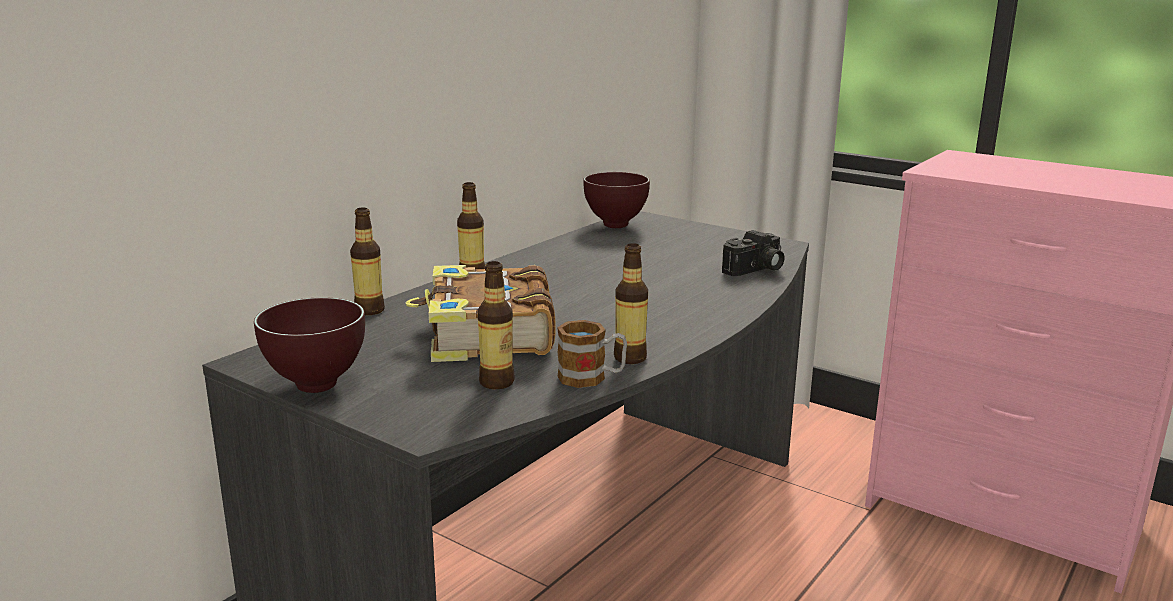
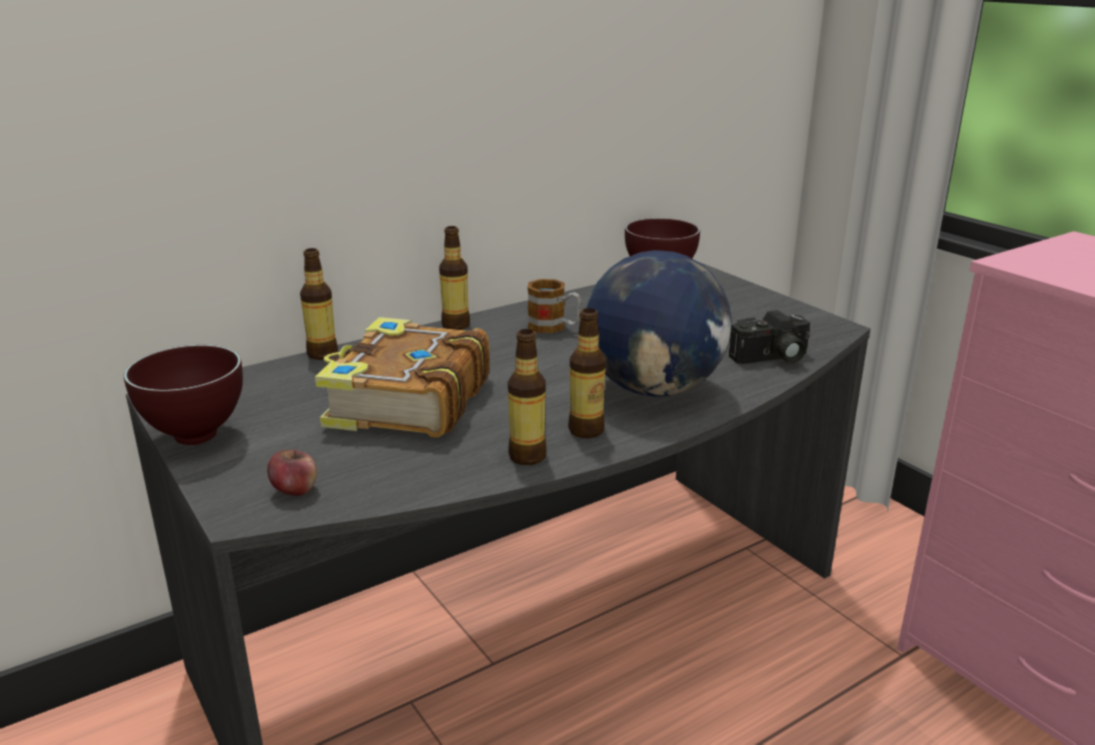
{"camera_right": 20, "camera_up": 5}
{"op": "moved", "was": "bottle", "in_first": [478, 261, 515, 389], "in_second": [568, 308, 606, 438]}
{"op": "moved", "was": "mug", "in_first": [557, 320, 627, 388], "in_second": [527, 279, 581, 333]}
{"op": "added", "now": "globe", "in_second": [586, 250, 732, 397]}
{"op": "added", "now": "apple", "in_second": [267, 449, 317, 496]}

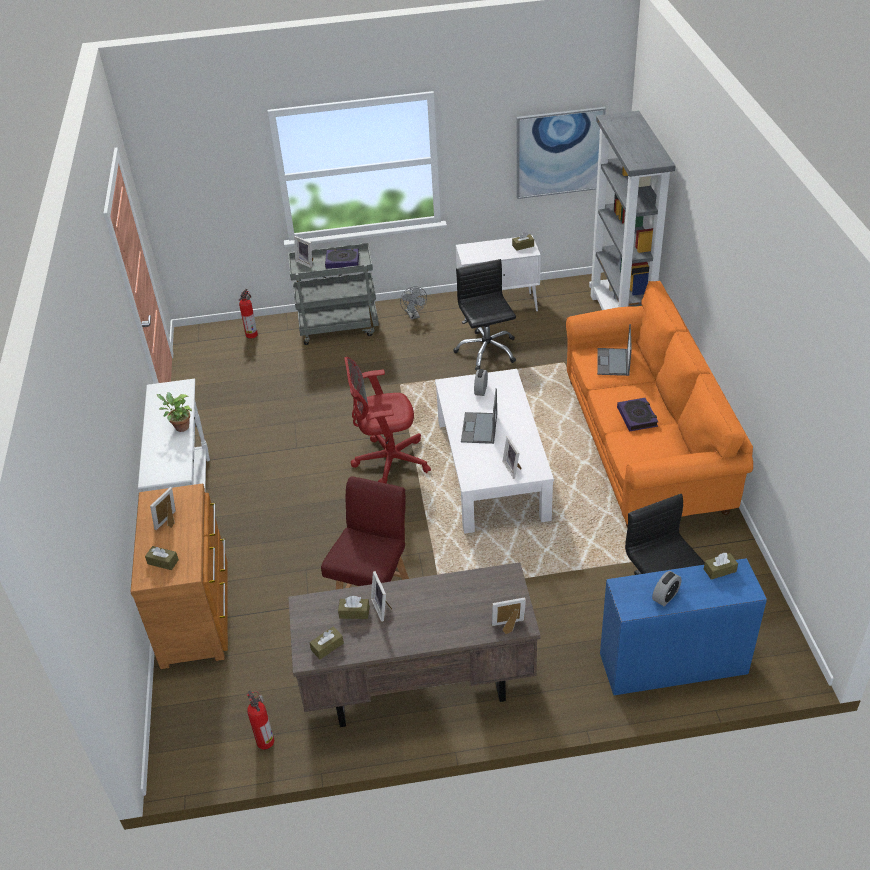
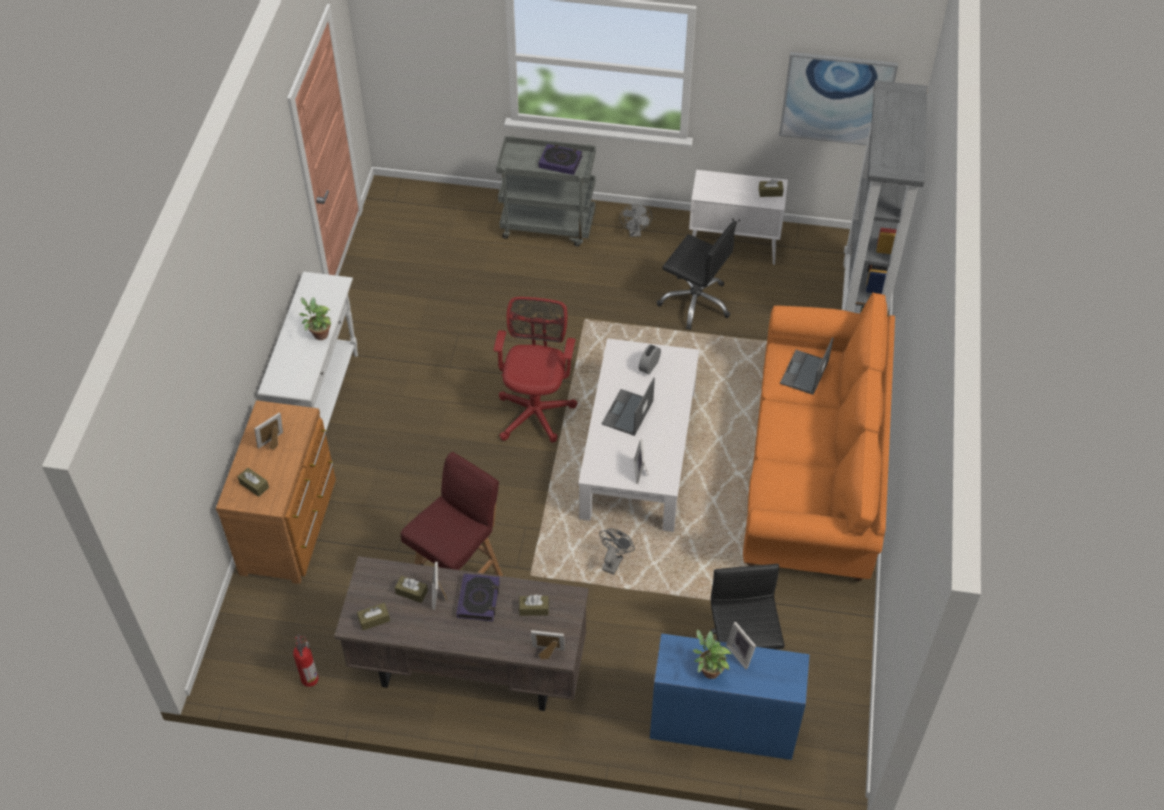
{"camera_right": 15, "camera_up": 10}
{"op": "moved", "was": "picture frame", "in_first": [294, 236, 313, 268], "in_second": [726, 621, 756, 669]}
{"op": "turned", "was": "black office chair", "in_first": [454, 259, 516, 370], "in_second": [657, 221, 737, 330], "clockwise": 120}
{"op": "removed", "was": "fire extinguisher", "in_first": [239, 289, 258, 339]}
{"op": "turned", "was": "red office chair", "in_first": [345, 357, 431, 484], "in_second": [494, 297, 577, 443], "clockwise": 90}
{"op": "moved", "was": "book", "in_first": [617, 398, 658, 432], "in_second": [456, 574, 500, 621]}
{"op": "moved", "was": "brown tissue box", "in_first": [704, 553, 738, 580], "in_second": [519, 594, 549, 616]}
{"op": "replaced", "was": "alarm clock", "now": "potted plant", "in_first": [652, 571, 682, 606], "in_second": [693, 630, 732, 679]}
{"op": "added", "now": "grey fan", "in_second": [599, 529, 635, 575]}

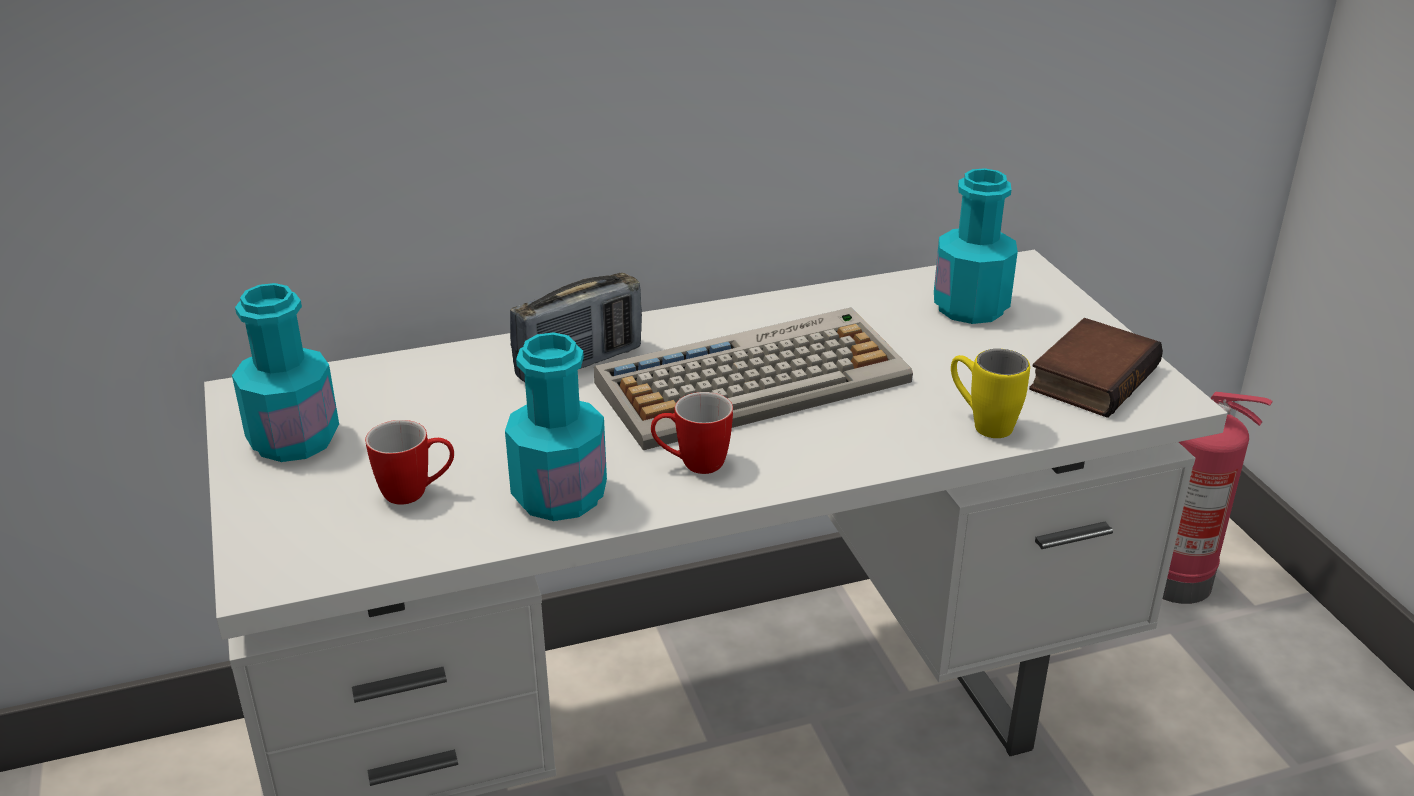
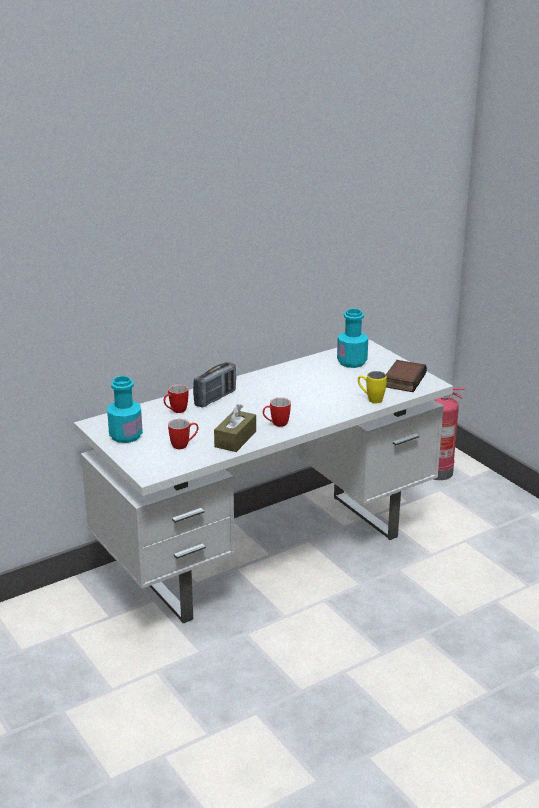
{"camera_right": -15, "camera_up": -5}
{"op": "removed", "was": "keyboard", "in_first": [594, 307, 913, 450]}
{"op": "replaced", "was": "turquoise bottle", "now": "brown tissue box", "in_first": [505, 332, 607, 521], "in_second": [214, 404, 256, 452]}
{"op": "added", "now": "mug", "in_second": [164, 384, 189, 413]}

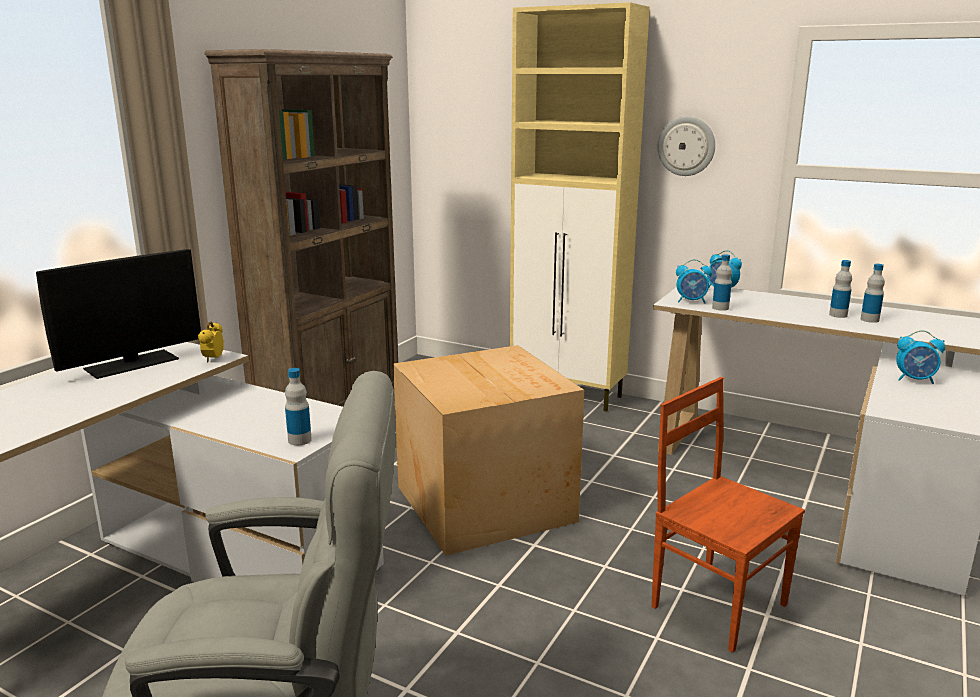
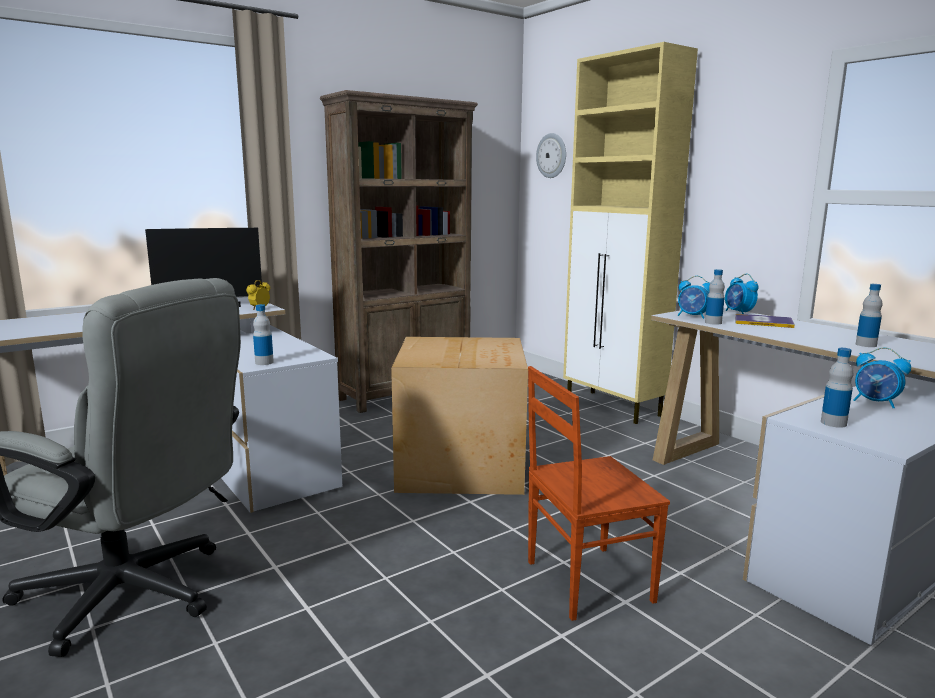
{"camera_right": 25, "camera_up": -5}
{"op": "moved", "was": "wall clock", "in_first": [657, 116, 715, 176], "in_second": [536, 133, 566, 178]}
{"op": "moved", "was": "bottle", "in_first": [829, 260, 852, 318], "in_second": [821, 348, 854, 428]}
{"op": "turned", "was": "brown chair", "in_first": [651, 377, 805, 653], "in_second": [528, 366, 670, 621], "clockwise": -90}
{"op": "added", "now": "book", "in_second": [735, 314, 795, 328]}

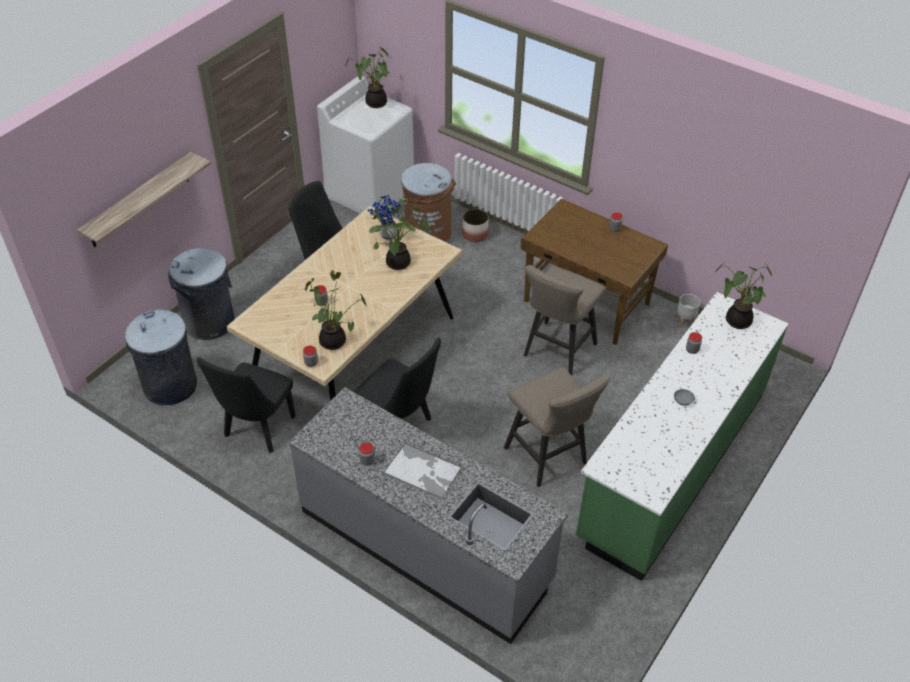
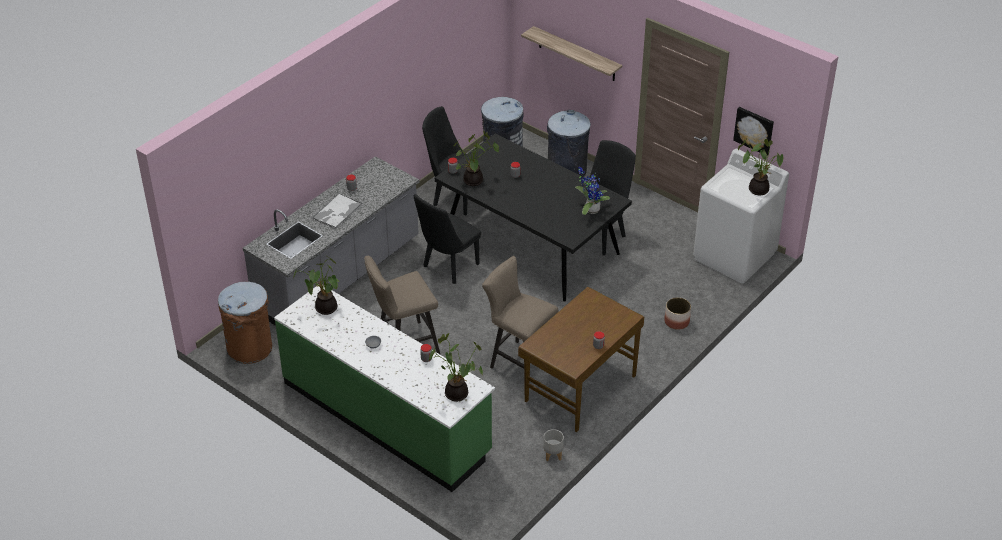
{"camera_right": 95, "camera_up": -5}
{"op": "moved", "was": "brown trash can", "in_first": [401, 163, 456, 242], "in_second": [218, 282, 272, 364]}
{"op": "moved", "was": "potted plant", "in_first": [373, 202, 430, 270], "in_second": [293, 256, 340, 315]}
{"op": "recoloured", "was": "beige dining table", "now": "black dining table", "in_first": [227, 206, 462, 401], "in_second": [435, 134, 632, 302]}
{"op": "added", "now": "picture", "in_second": [733, 107, 774, 155]}

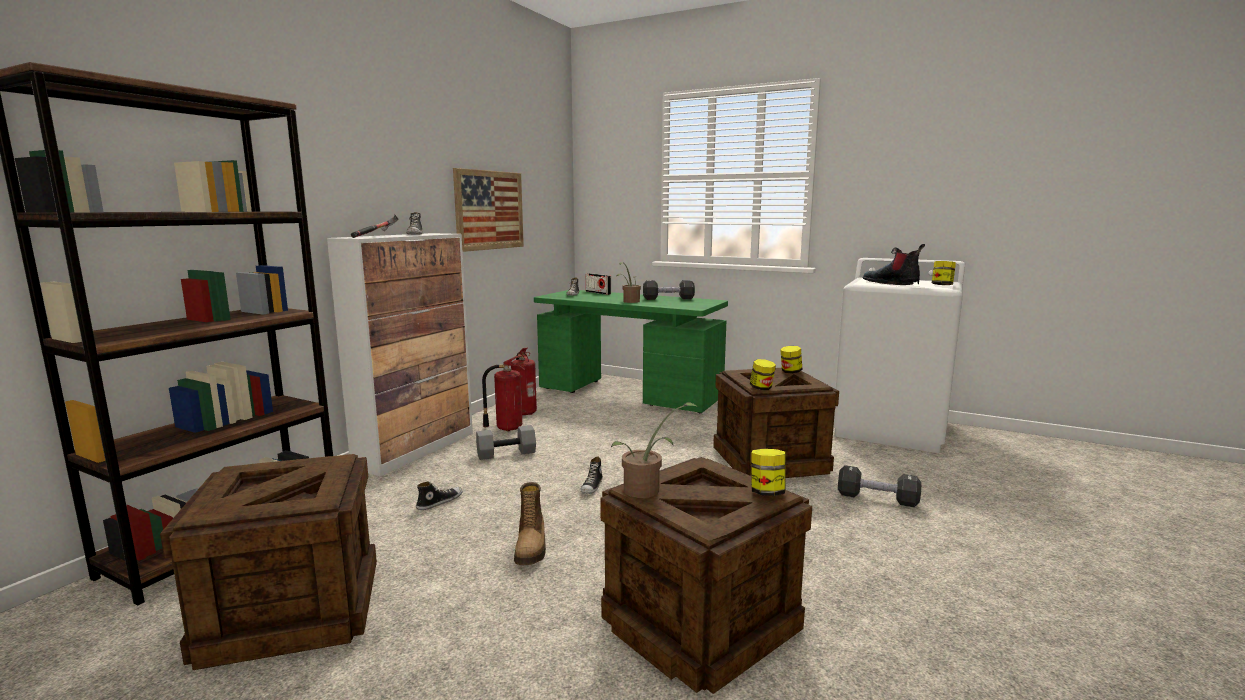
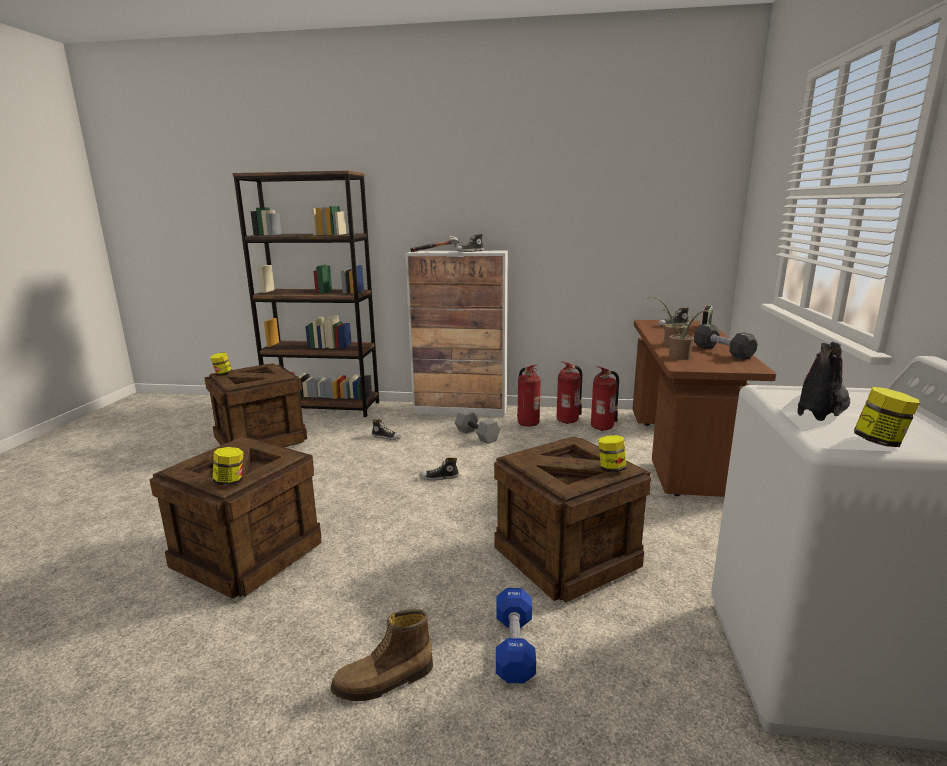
{"camera_right": 70, "camera_up": 5}
{"op": "removed", "was": "picture", "in_first": [453, 168, 524, 252]}
{"op": "recoloured", "was": "green desk", "now": "brown desk", "in_first": [534, 290, 728, 413], "in_second": [633, 320, 777, 497]}
{"op": "moved", "was": "jar", "in_first": [750, 359, 776, 390], "in_second": [210, 352, 232, 376]}
{"op": "moved", "was": "potted plant", "in_first": [611, 403, 699, 498], "in_second": [669, 310, 712, 360]}
{"op": "recoloured", "was": "black dumbbell", "now": "blue dumbbell", "in_first": [838, 465, 921, 507], "in_second": [496, 588, 536, 684]}
{"op": "moved", "was": "boot", "in_first": [514, 482, 546, 565], "in_second": [330, 609, 433, 701]}
{"op": "added", "now": "fire extinguisher", "in_second": [591, 366, 619, 431]}

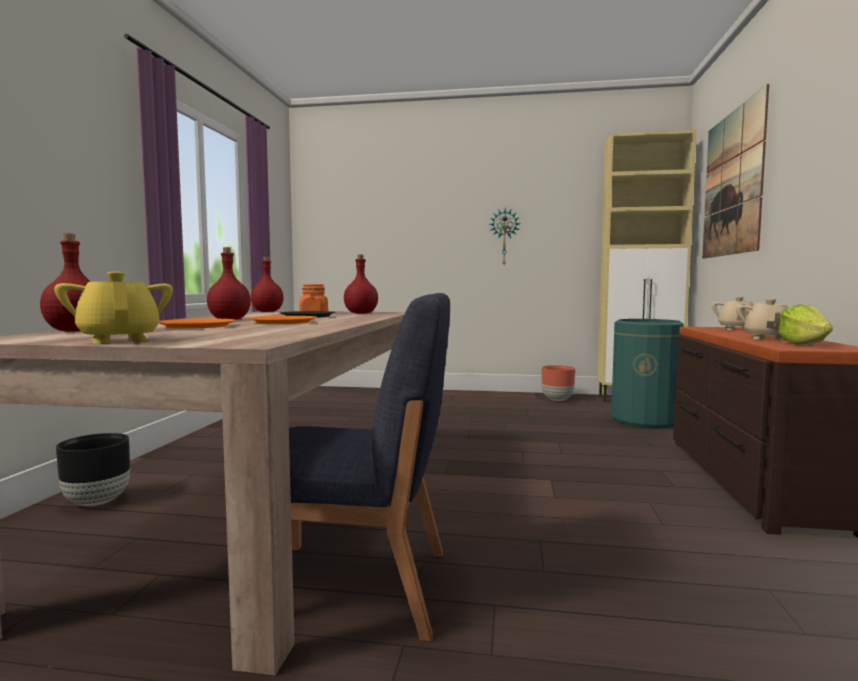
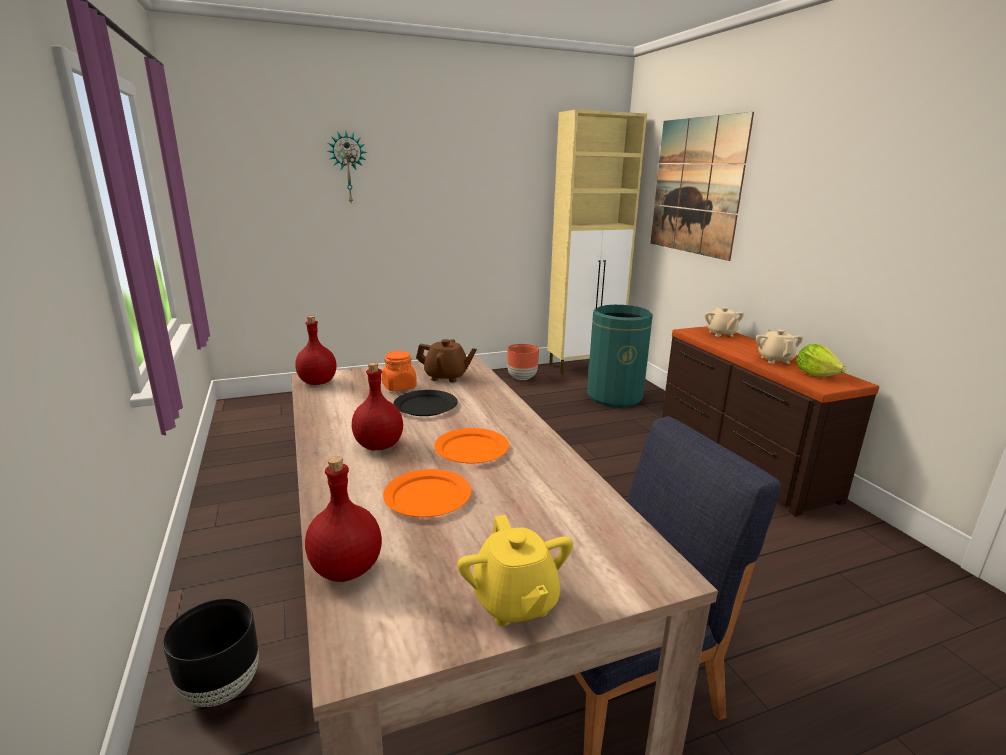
{"camera_right": -30, "camera_up": 15}
{"op": "moved", "was": "wall clock", "in_first": [489, 208, 520, 265], "in_second": [328, 132, 367, 203]}
{"op": "replaced", "was": "red bottle", "now": "brown teapot", "in_first": [344, 255, 378, 314], "in_second": [416, 339, 477, 382]}
{"op": "turned", "was": "yellow teapot", "in_first": [54, 272, 173, 344], "in_second": [457, 515, 573, 626], "clockwise": -135}

